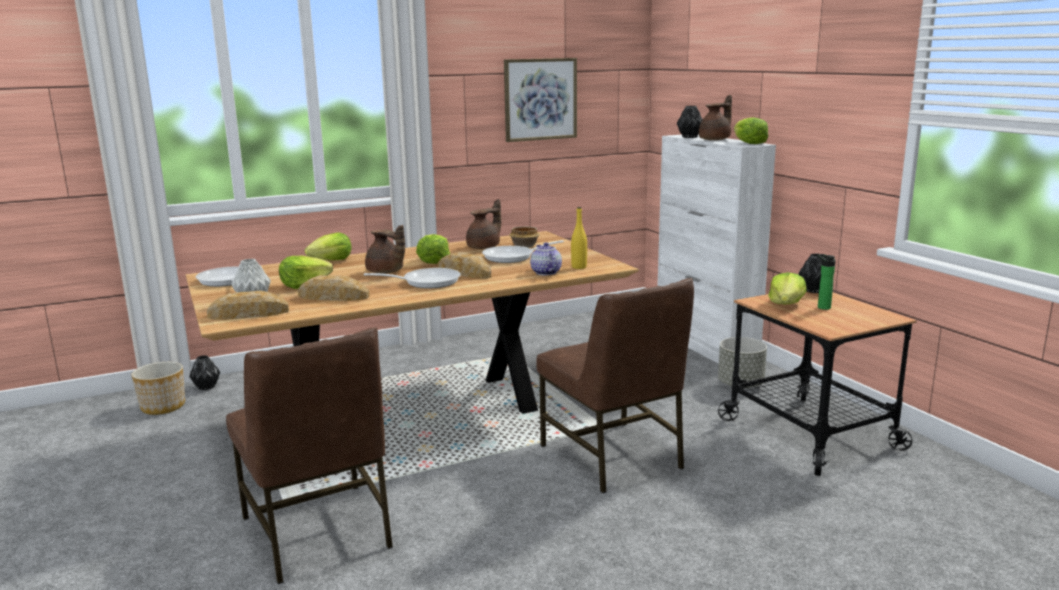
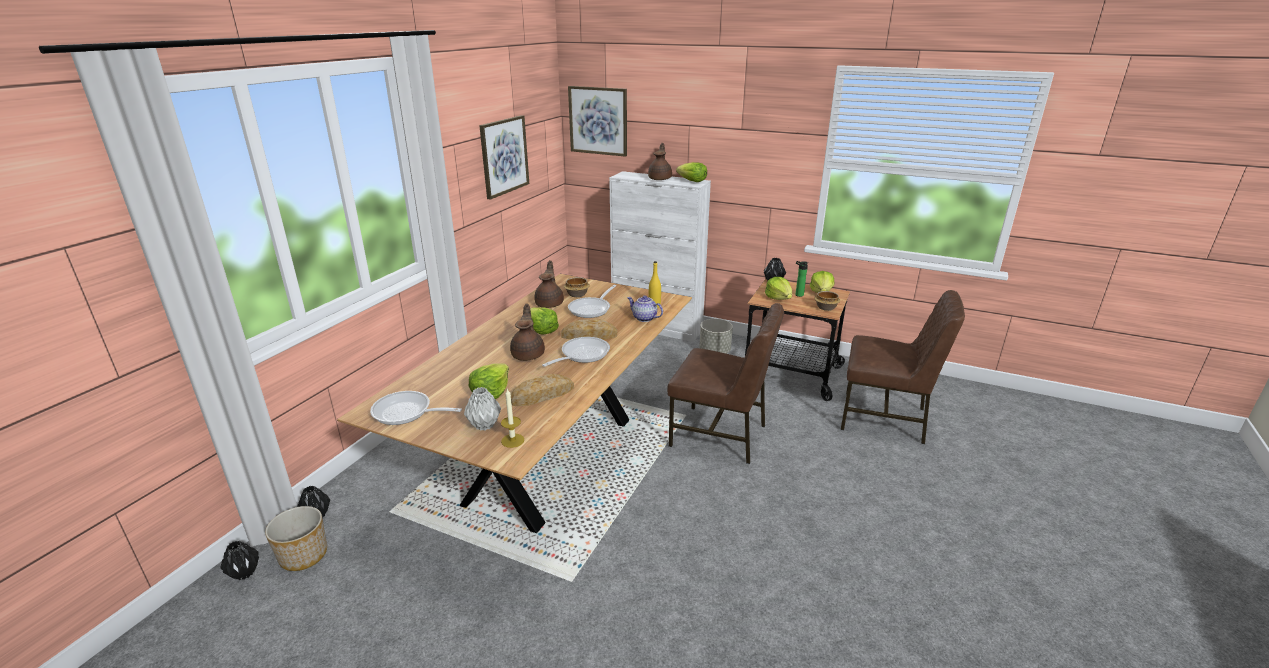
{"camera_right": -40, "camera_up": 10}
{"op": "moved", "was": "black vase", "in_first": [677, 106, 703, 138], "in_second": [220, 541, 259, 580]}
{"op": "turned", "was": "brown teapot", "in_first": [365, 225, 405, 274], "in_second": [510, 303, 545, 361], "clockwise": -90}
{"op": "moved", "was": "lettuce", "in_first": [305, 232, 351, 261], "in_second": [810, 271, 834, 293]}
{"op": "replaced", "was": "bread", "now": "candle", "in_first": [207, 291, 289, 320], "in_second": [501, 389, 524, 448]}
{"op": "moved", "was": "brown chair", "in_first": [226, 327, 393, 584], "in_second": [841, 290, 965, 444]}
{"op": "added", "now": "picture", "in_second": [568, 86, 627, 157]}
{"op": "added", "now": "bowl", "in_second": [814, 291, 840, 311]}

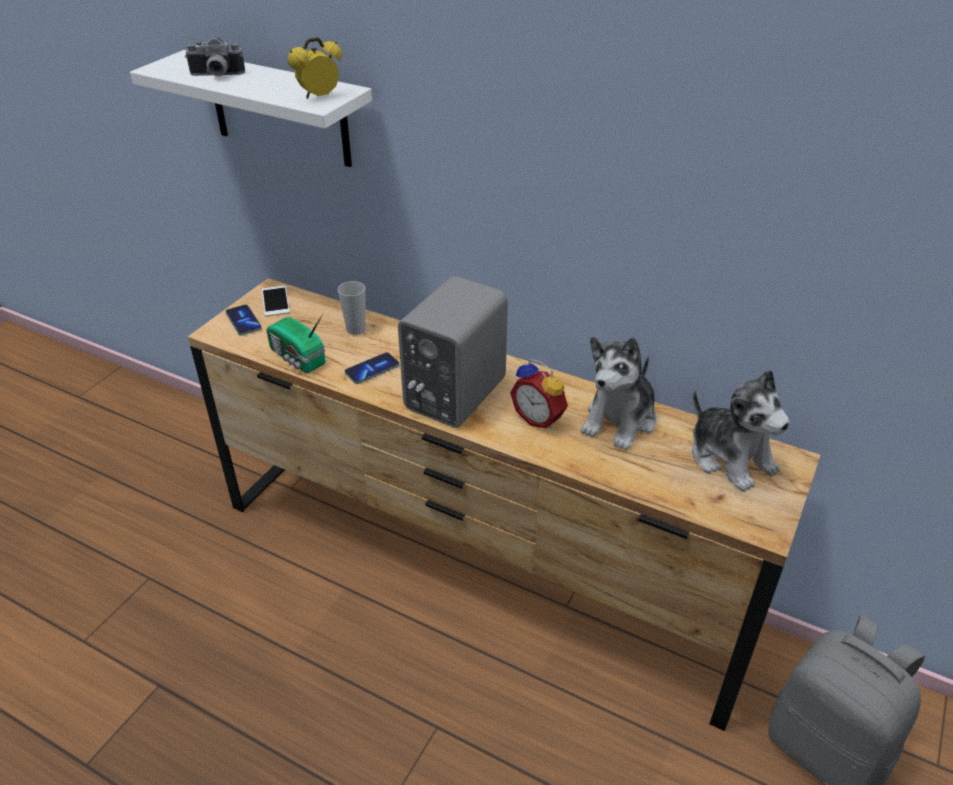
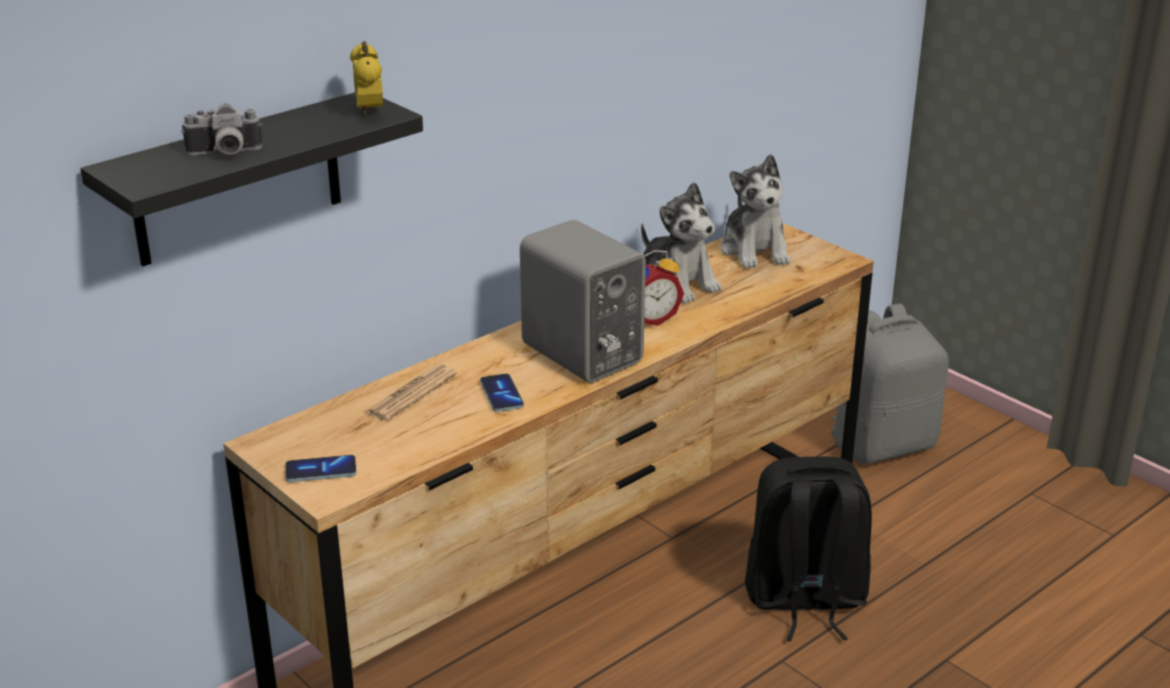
{"camera_right": -70, "camera_up": -10}
{"op": "turned", "was": "photo camera", "in_first": [185, 38, 245, 76], "in_second": [181, 104, 263, 155], "clockwise": 60}
{"op": "recoloured", "was": "white shelf", "now": "black shelf", "in_first": [130, 50, 372, 167], "in_second": [80, 92, 423, 266]}
{"op": "replaced", "was": "cup", "now": "newspaper", "in_first": [338, 281, 365, 335], "in_second": [363, 364, 457, 421]}
{"op": "removed", "was": "phone", "in_first": [262, 286, 290, 317]}
{"op": "removed", "was": "radio", "in_first": [267, 314, 326, 373]}
{"op": "turned", "was": "plush toy", "in_first": [692, 369, 790, 492], "in_second": [721, 154, 790, 269], "clockwise": 90}
{"op": "added", "now": "black backpack", "in_second": [745, 457, 872, 641]}

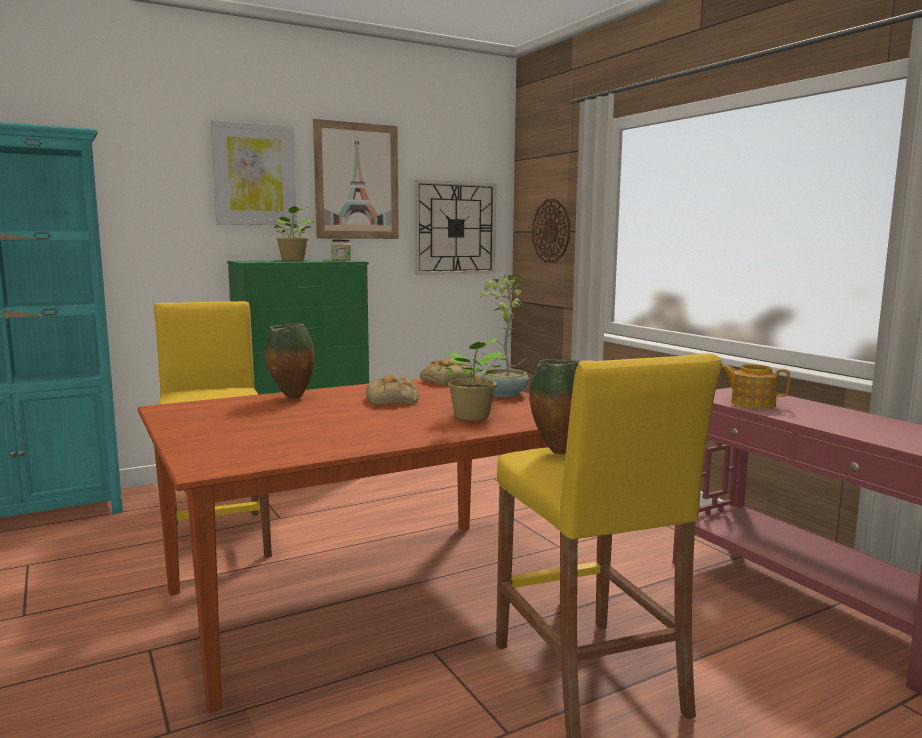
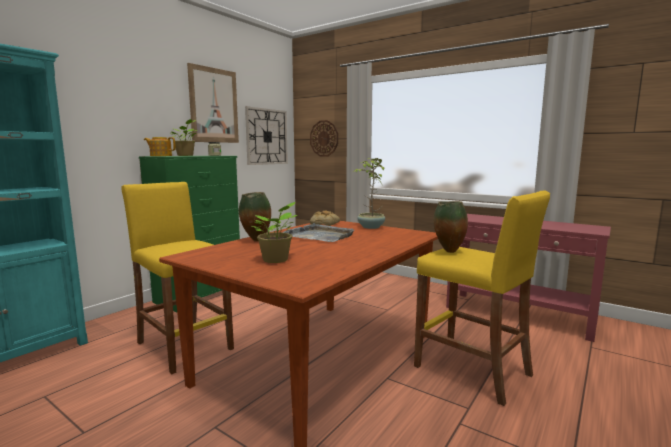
{"camera_right": -25, "camera_up": 0}
{"op": "removed", "was": "picture", "in_first": [211, 120, 297, 225]}
{"op": "moved", "was": "potted plant", "in_first": [440, 337, 508, 421], "in_second": [252, 202, 297, 263]}
{"op": "moved", "was": "teapot", "in_first": [721, 364, 790, 409], "in_second": [144, 137, 176, 156]}
{"op": "replaced", "was": "bread", "now": "grey tray", "in_first": [366, 375, 419, 405], "in_second": [283, 223, 354, 242]}

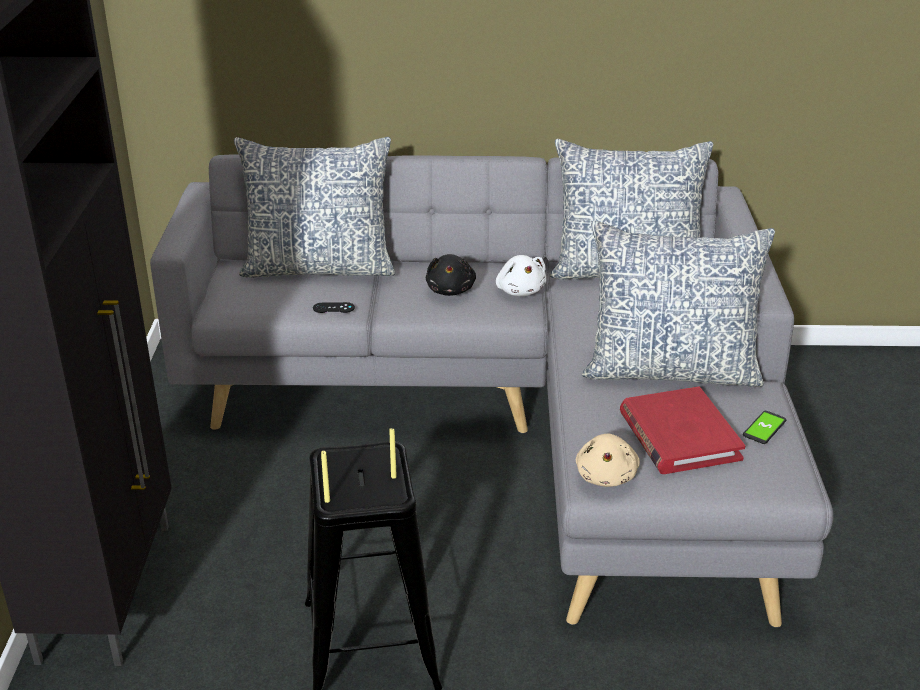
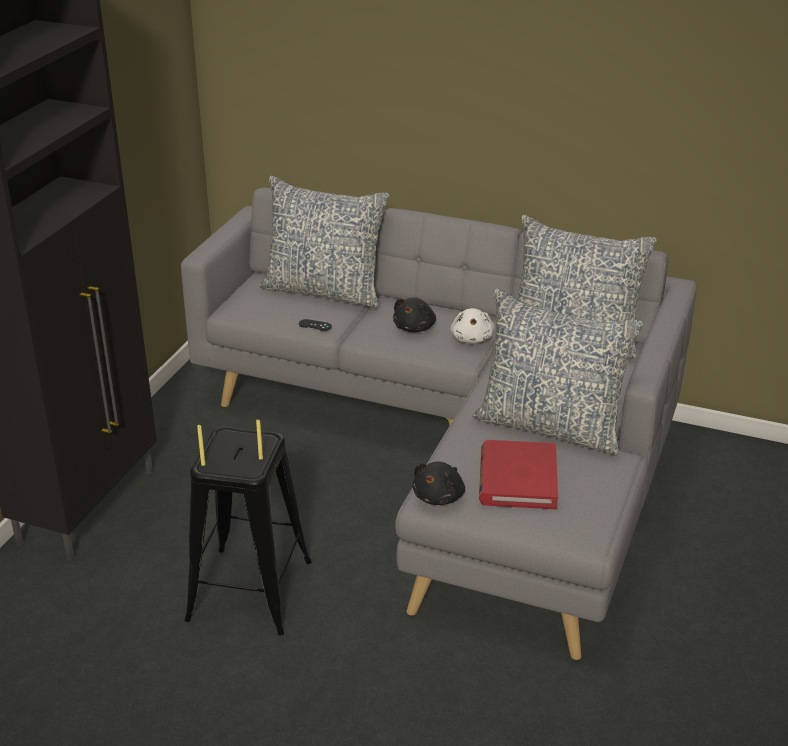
{"camera_right": 20, "camera_up": 0}
{"op": "removed", "was": "phone", "in_first": [743, 411, 786, 444]}
{"op": "recoloured", "was": "beige plush toy", "now": "black plush toy", "in_first": [576, 434, 640, 487], "in_second": [413, 462, 465, 505]}

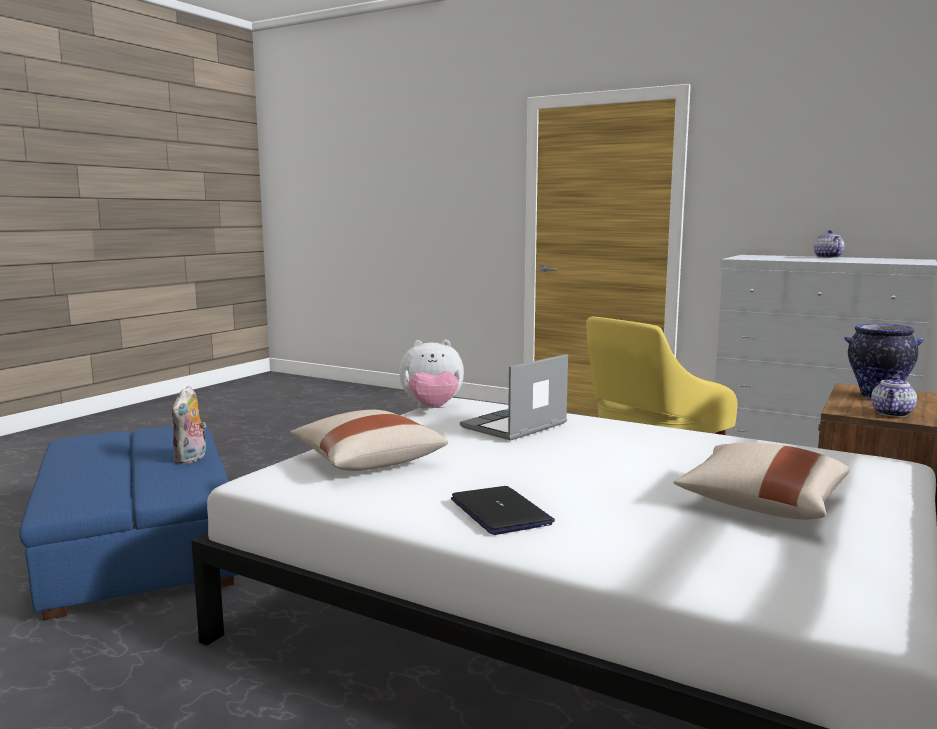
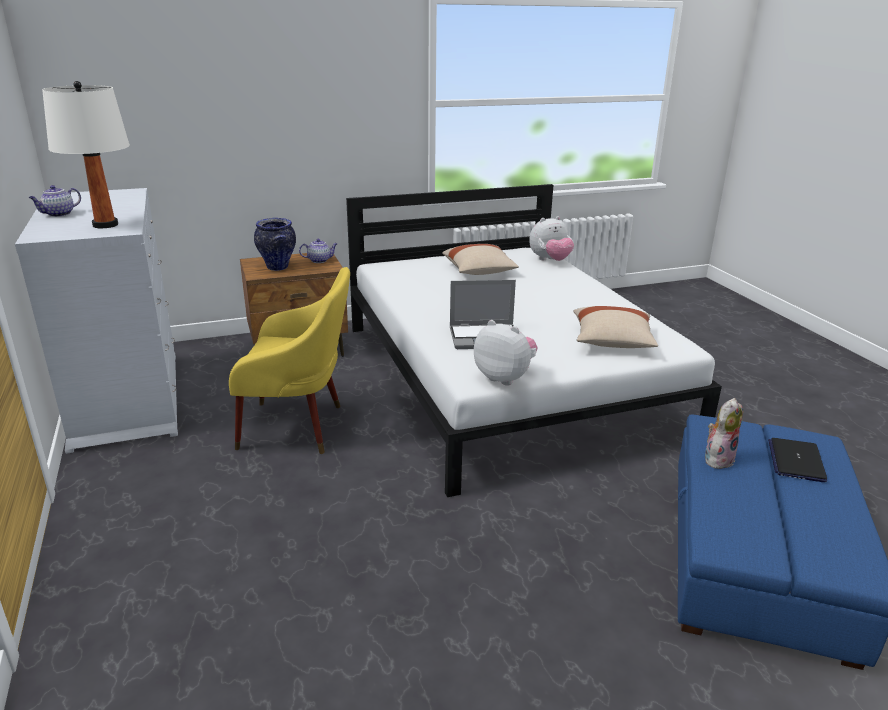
{"camera_right": -140, "camera_up": 15}
{"op": "moved", "was": "laptop", "in_first": [451, 486, 555, 535], "in_second": [768, 438, 827, 482]}
{"op": "added", "now": "white table lamp", "in_second": [42, 81, 130, 228]}
{"op": "added", "now": "plush toy", "in_second": [529, 216, 574, 261]}

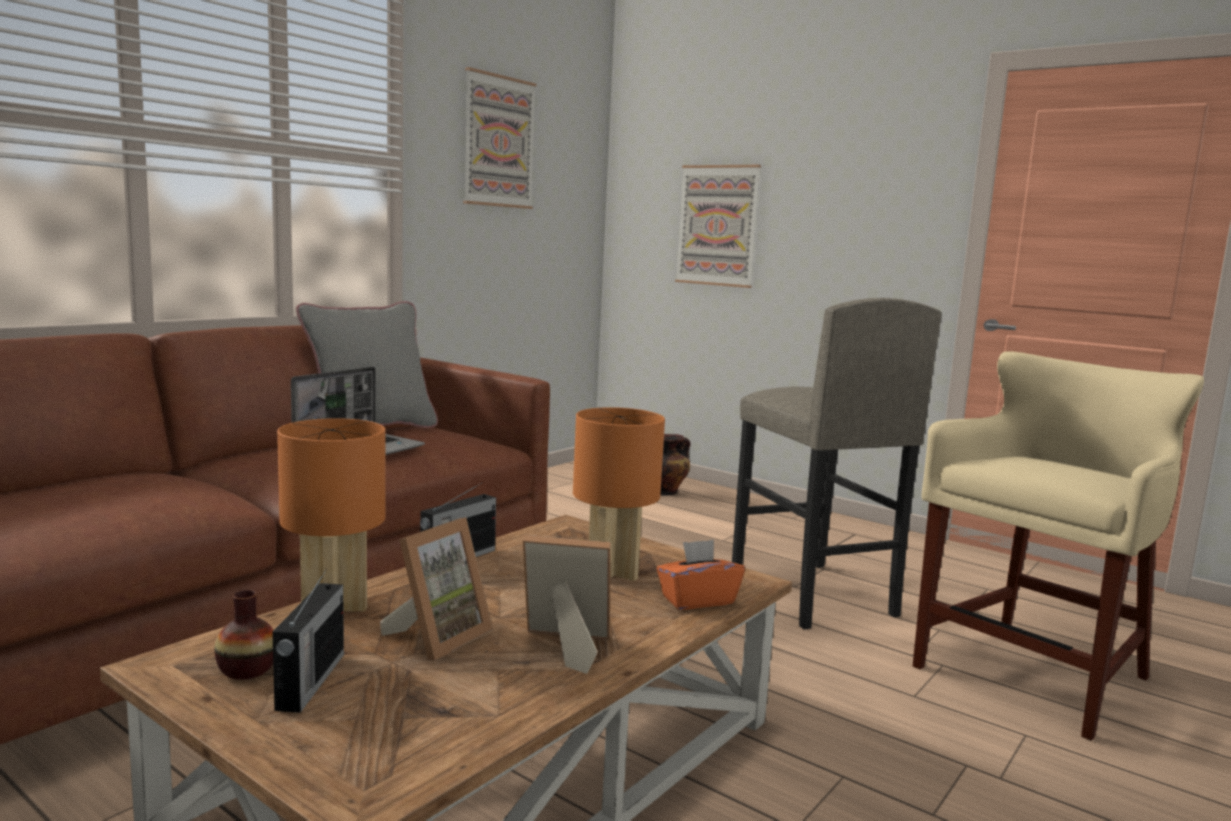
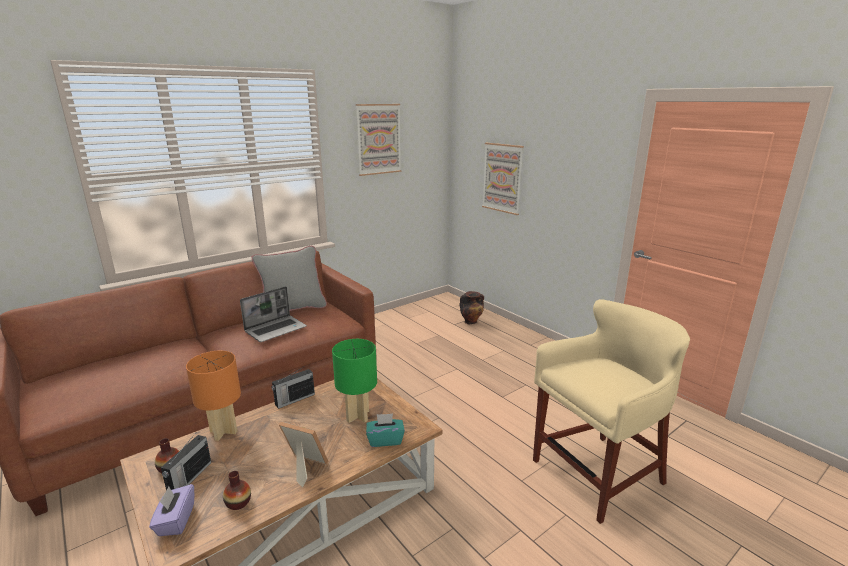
{"camera_right": 15, "camera_up": 10}
{"op": "removed", "was": "grey stool", "in_first": [732, 298, 942, 630]}
{"op": "recoloured", "was": "orange table lamp", "now": "green table lamp", "in_first": [573, 407, 665, 581], "in_second": [332, 339, 377, 423]}
{"op": "removed", "was": "picture frame", "in_first": [380, 517, 493, 661]}
{"op": "recoloured", "was": "orange tissue box", "now": "turquoise tissue box", "in_first": [657, 540, 745, 610], "in_second": [366, 414, 405, 447]}
{"op": "added", "now": "vase", "in_second": [223, 471, 251, 510]}
{"op": "added", "now": "purple tissue box", "in_second": [149, 484, 194, 536]}

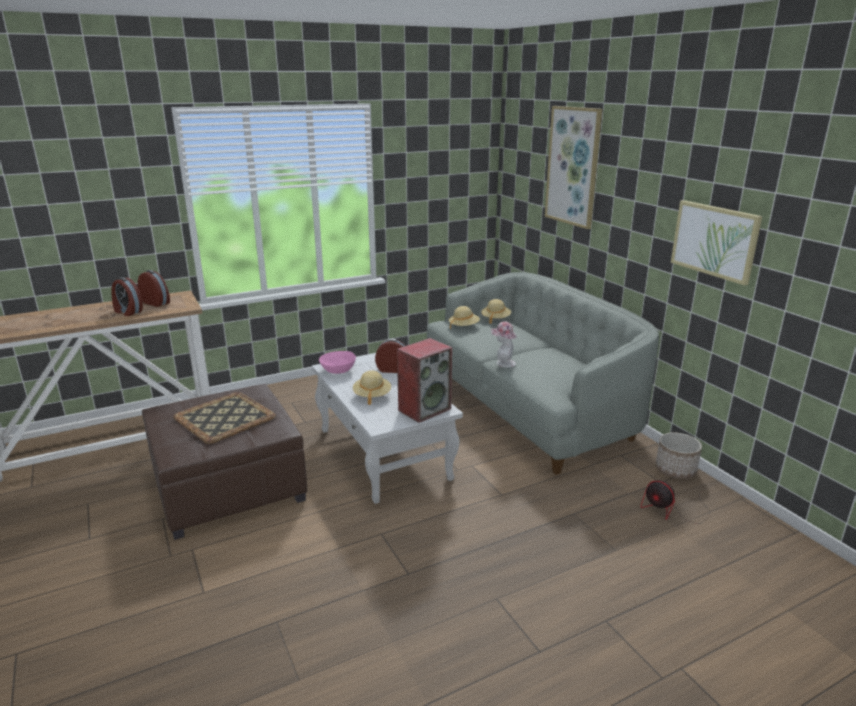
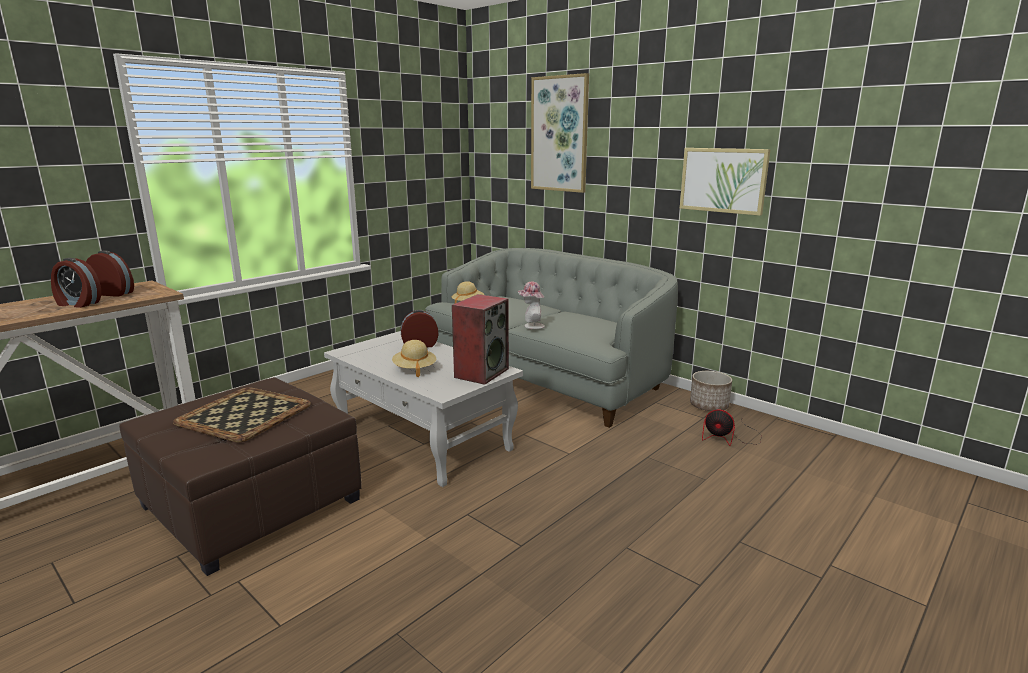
{"camera_right": -20, "camera_up": -5}
{"op": "removed", "was": "beige hat", "in_first": [481, 299, 511, 324]}
{"op": "removed", "was": "pink bowl", "in_first": [319, 351, 356, 374]}

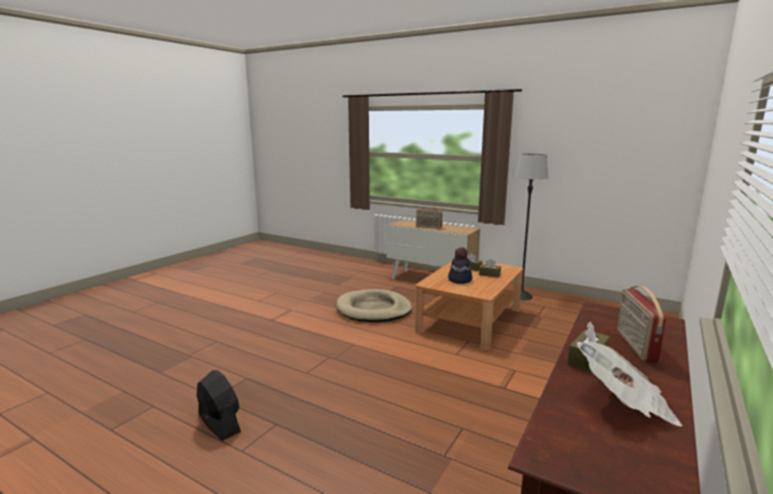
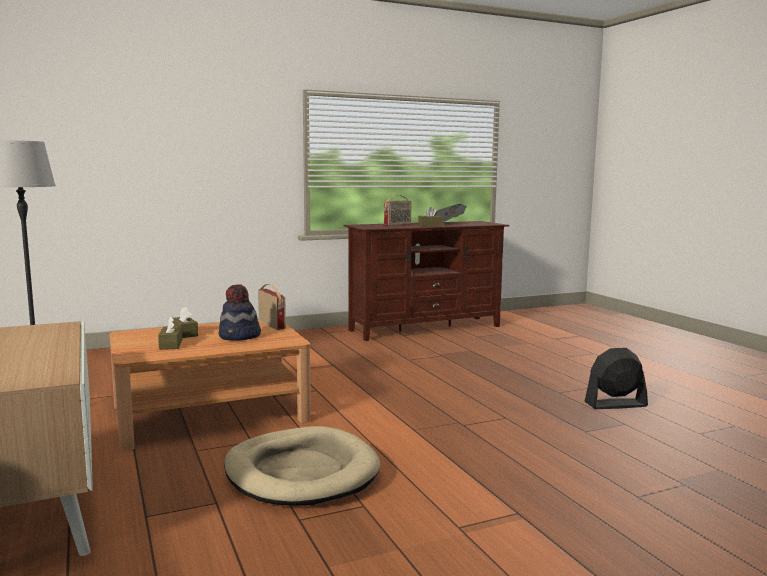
{"camera_right": -145, "camera_up": -5}
{"op": "moved", "was": "radio", "in_first": [416, 206, 442, 229], "in_second": [258, 284, 286, 330]}
{"op": "turned", "was": "black fan", "in_first": [197, 370, 241, 441], "in_second": [585, 348, 648, 409], "clockwise": 90}

